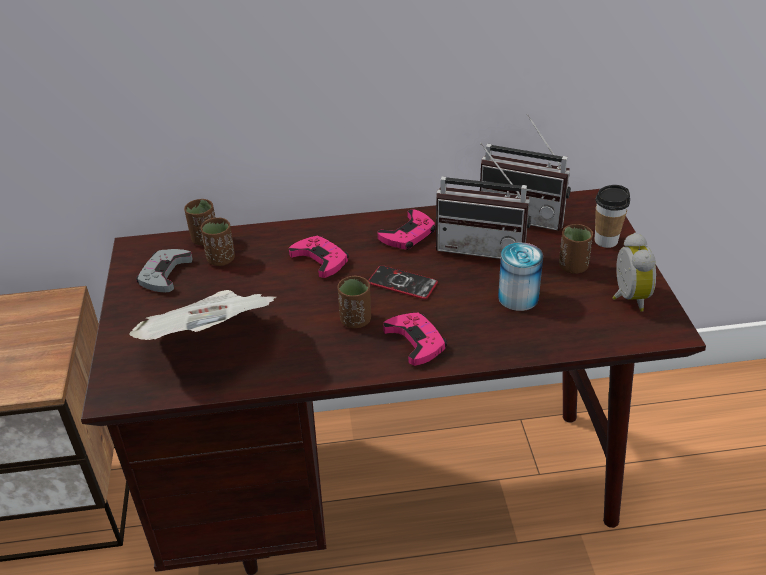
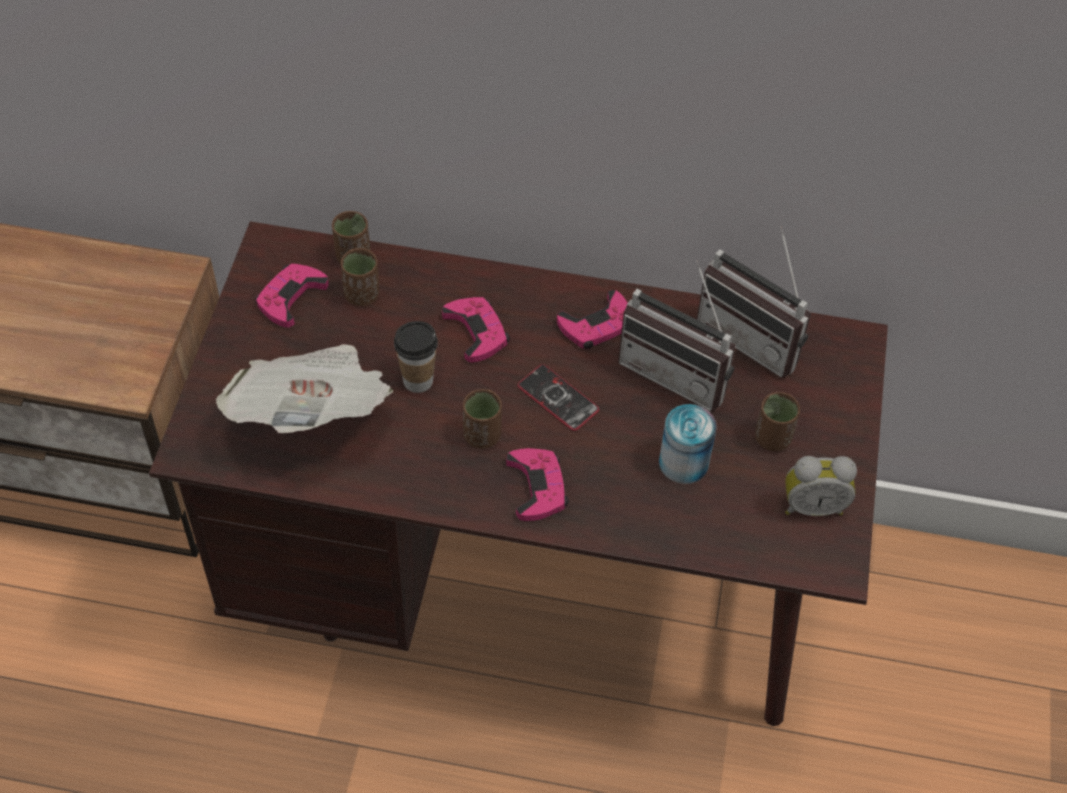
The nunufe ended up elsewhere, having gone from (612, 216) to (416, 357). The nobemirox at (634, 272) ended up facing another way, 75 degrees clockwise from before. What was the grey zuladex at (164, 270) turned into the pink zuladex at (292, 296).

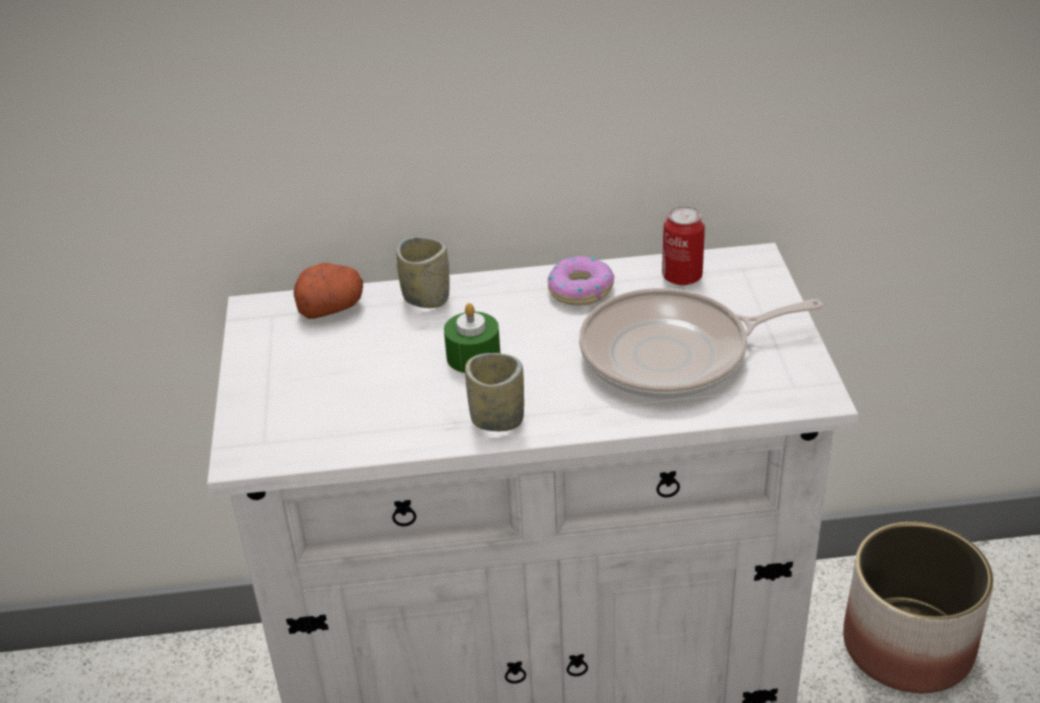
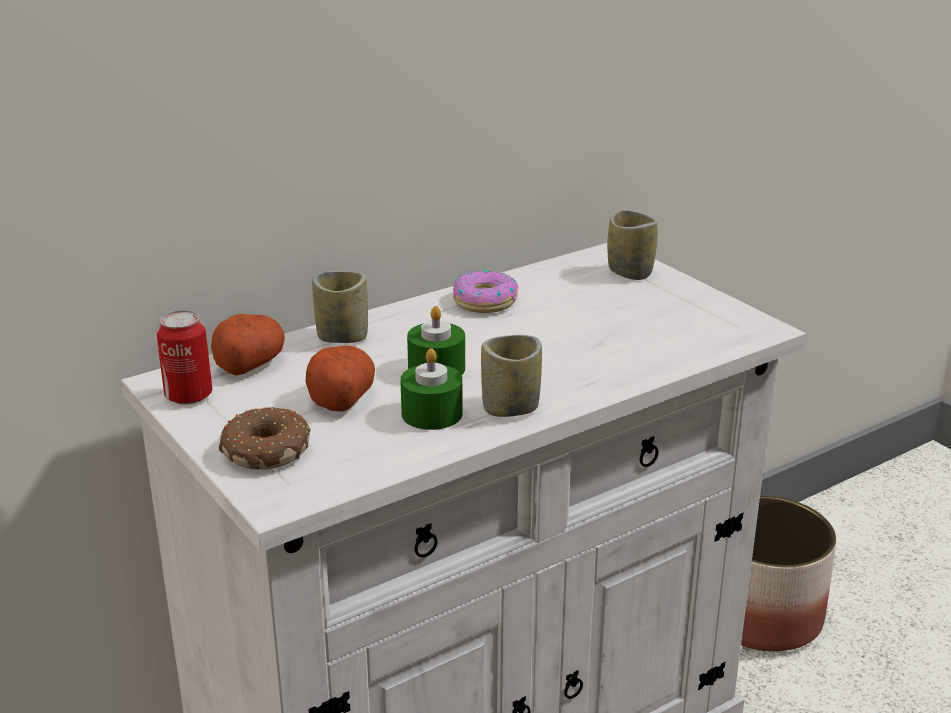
The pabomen ended up elsewhere, having gone from (683, 245) to (184, 357). The second view lost the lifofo at (701, 343). The second view gained the nunufe at (632, 245). The second view gained the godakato at (340, 378). The second view gained the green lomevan at (431, 389). The second view gained the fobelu at (265, 438).

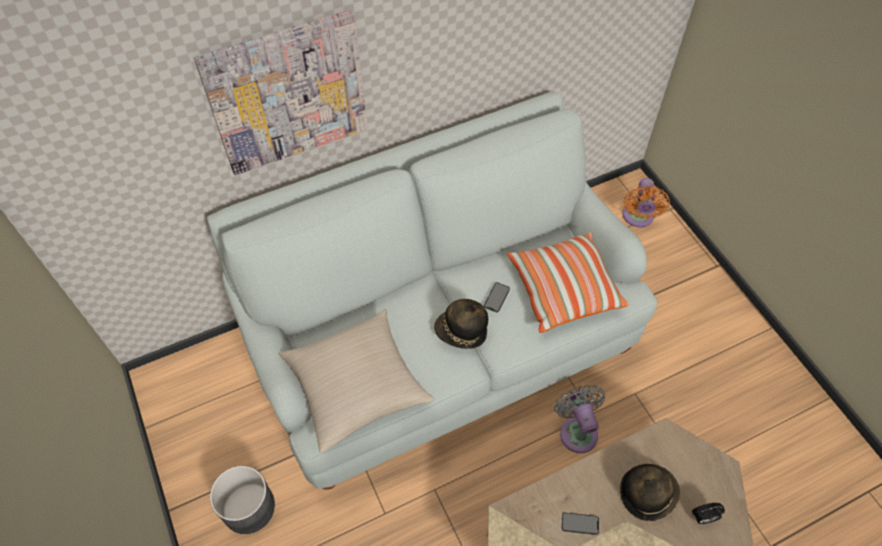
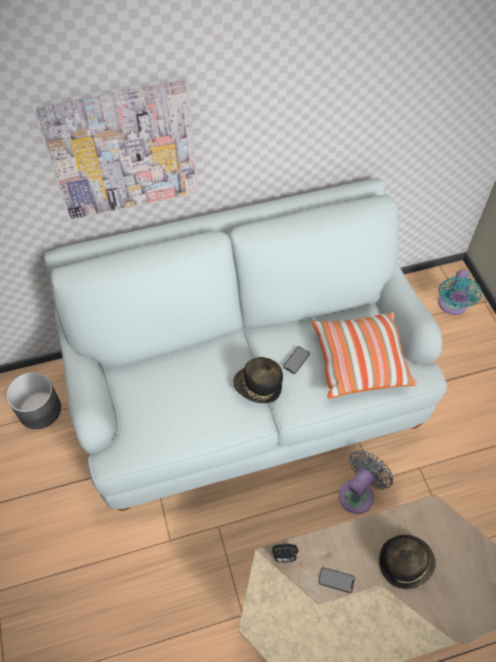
What was the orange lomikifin at (646, 202) turned into the turquoise lomikifin at (460, 292). The second view lost the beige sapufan at (357, 381). The grey lomikifin at (579, 419) ended up facing another way, 45 degrees clockwise from before. The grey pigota ended up elsewhere, having gone from (242, 500) to (33, 400). The nobemirox ended up elsewhere, having gone from (708, 513) to (285, 553).

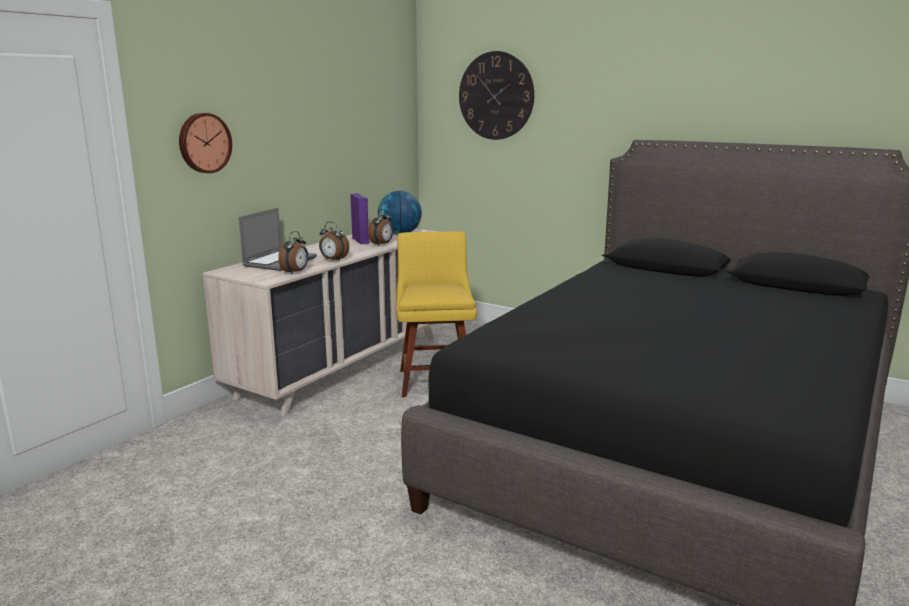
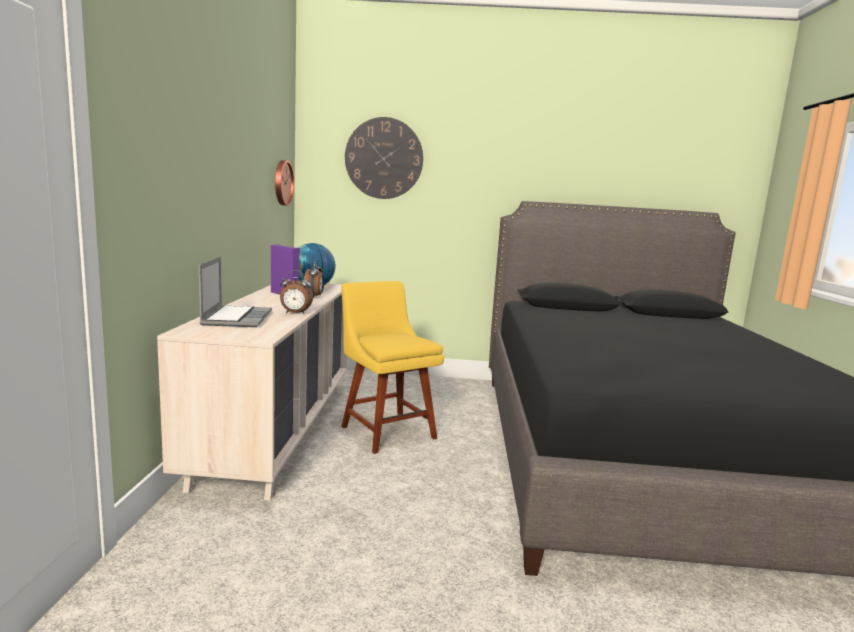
The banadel ended up elsewhere, having gone from (205, 143) to (284, 183). The second view lost the nobemirox at (293, 252).

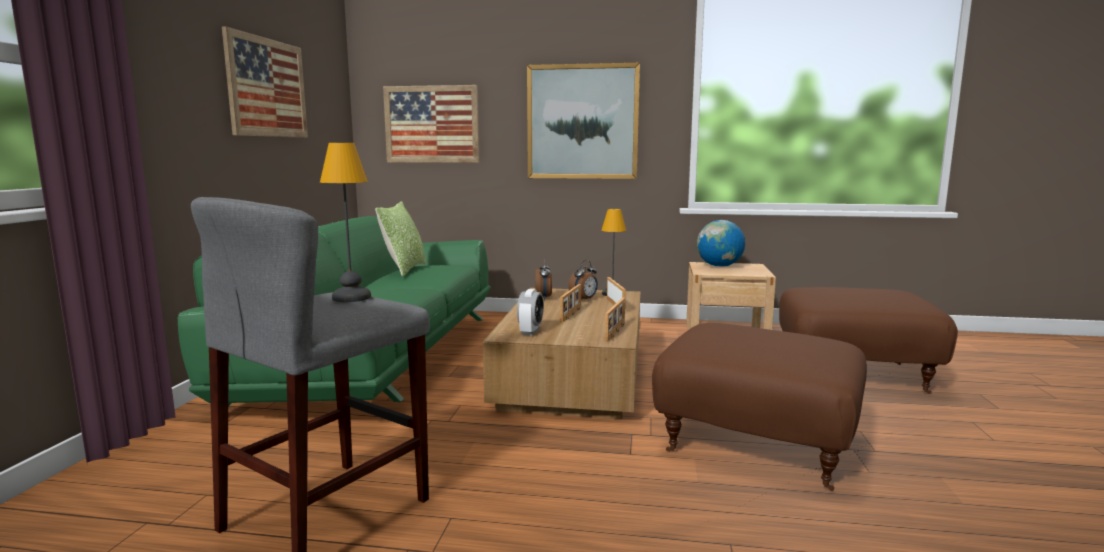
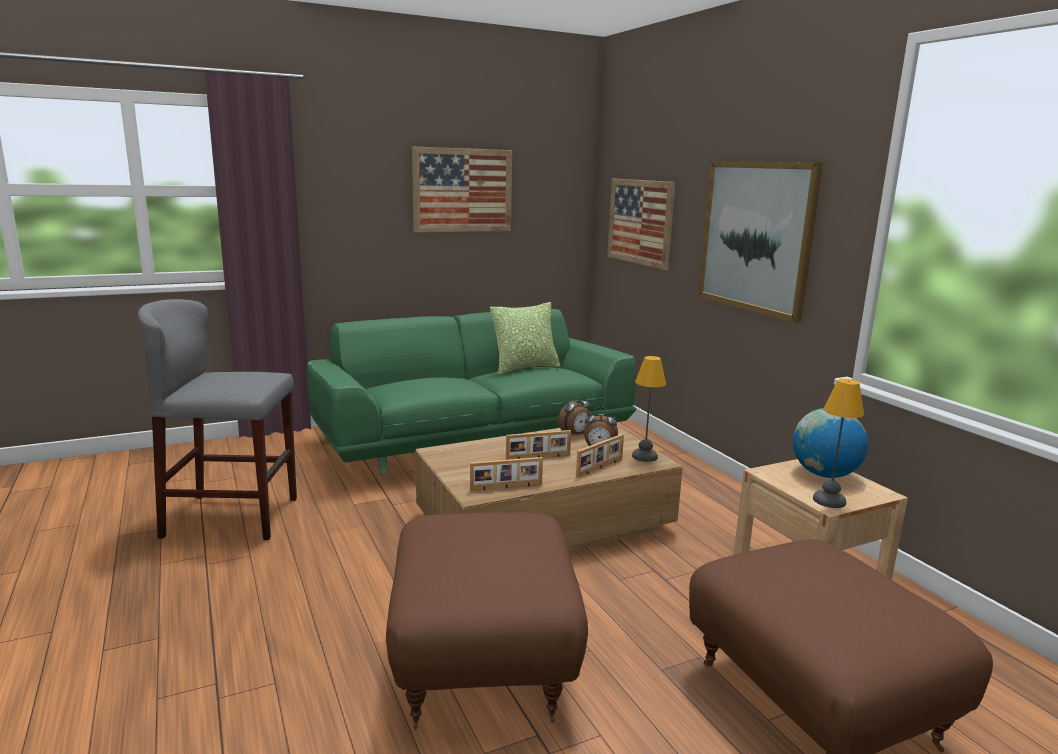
The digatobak ended up elsewhere, having gone from (345, 222) to (838, 443). The second view lost the nobemirox at (530, 312).

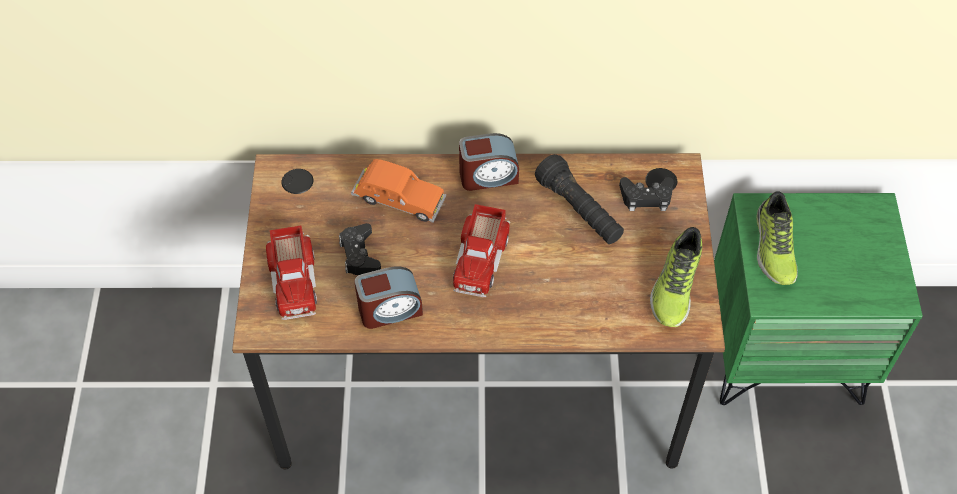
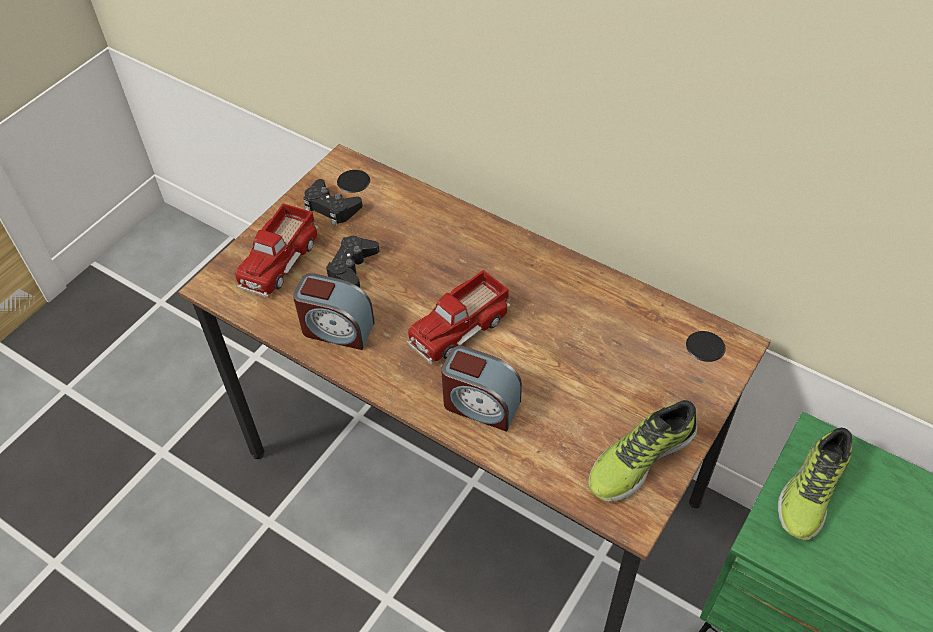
The nobemirox ended up elsewhere, having gone from (489, 162) to (481, 389). The second view lost the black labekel at (579, 199). The second view lost the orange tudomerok at (398, 191). The black zuladex ended up elsewhere, having gone from (646, 194) to (333, 202).

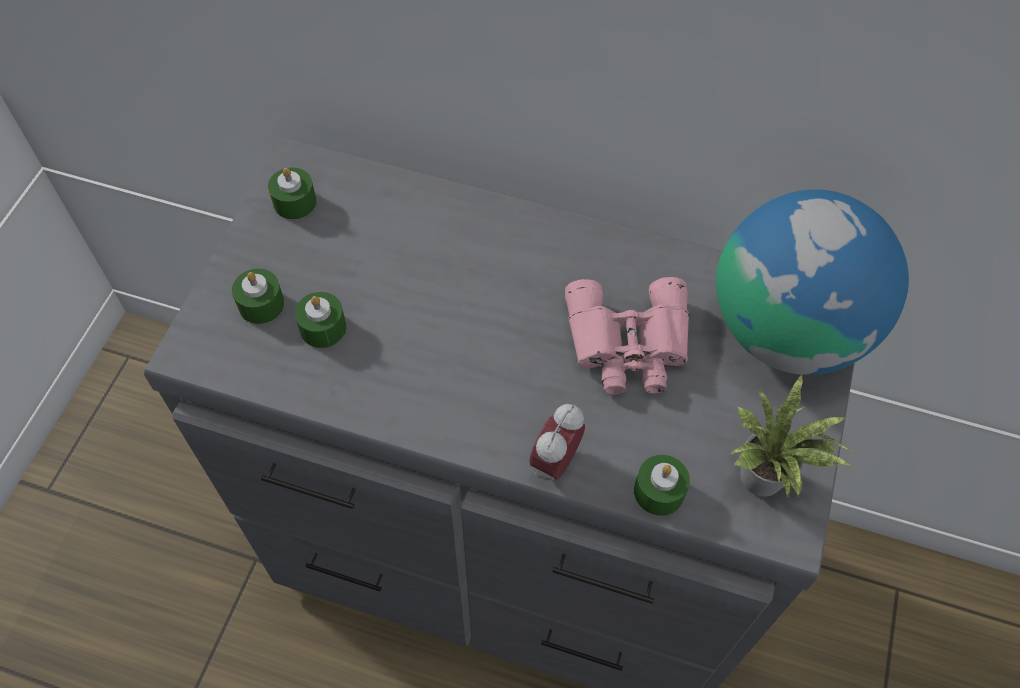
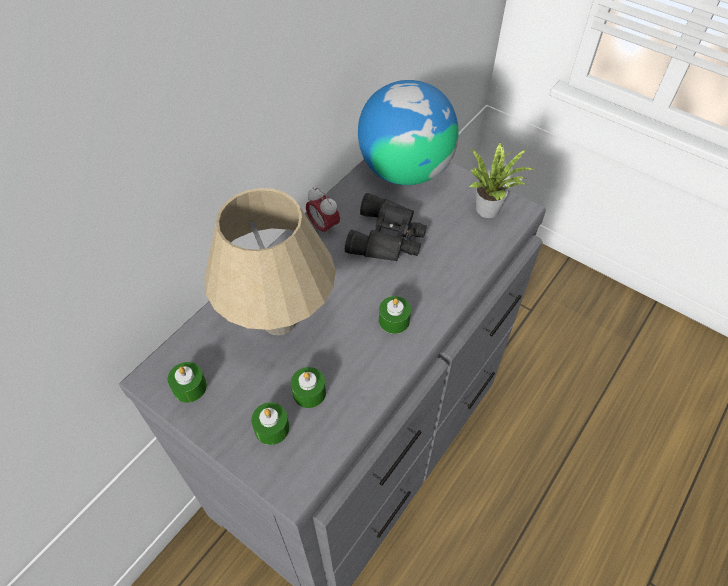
What was the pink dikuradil at (627, 336) turned into the black dikuradil at (386, 227). The nobemirox ended up elsewhere, having gone from (557, 442) to (323, 212). The green lomevan ended up elsewhere, having gone from (662, 485) to (395, 315). The second view gained the beige digatobak at (270, 261).

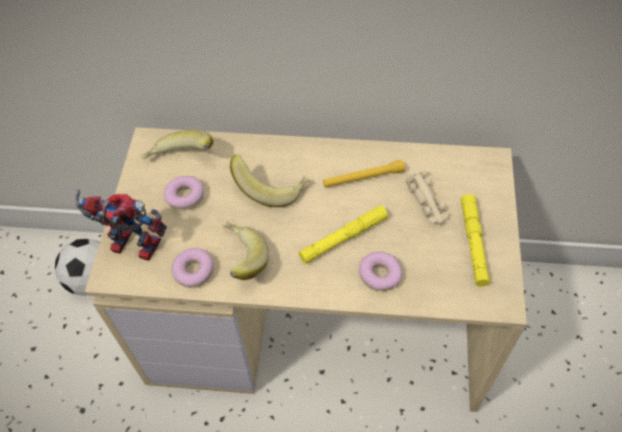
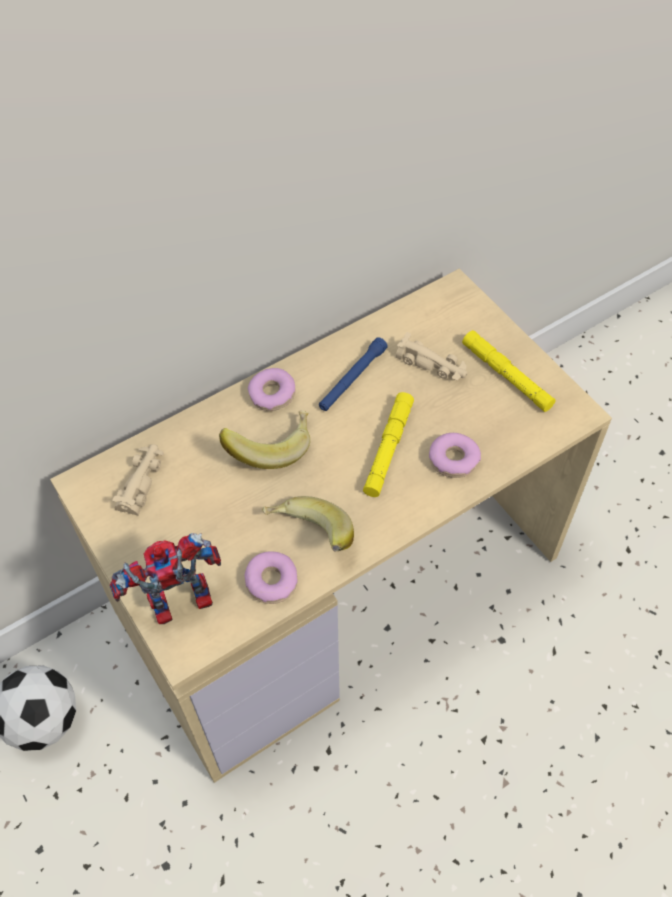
Where the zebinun stood at (177, 144), the beige tudomerok came to stand at (138, 480). What was the yellow labekel at (364, 174) turned into the blue labekel at (353, 374). The fobelu ended up elsewhere, having gone from (184, 193) to (272, 389).

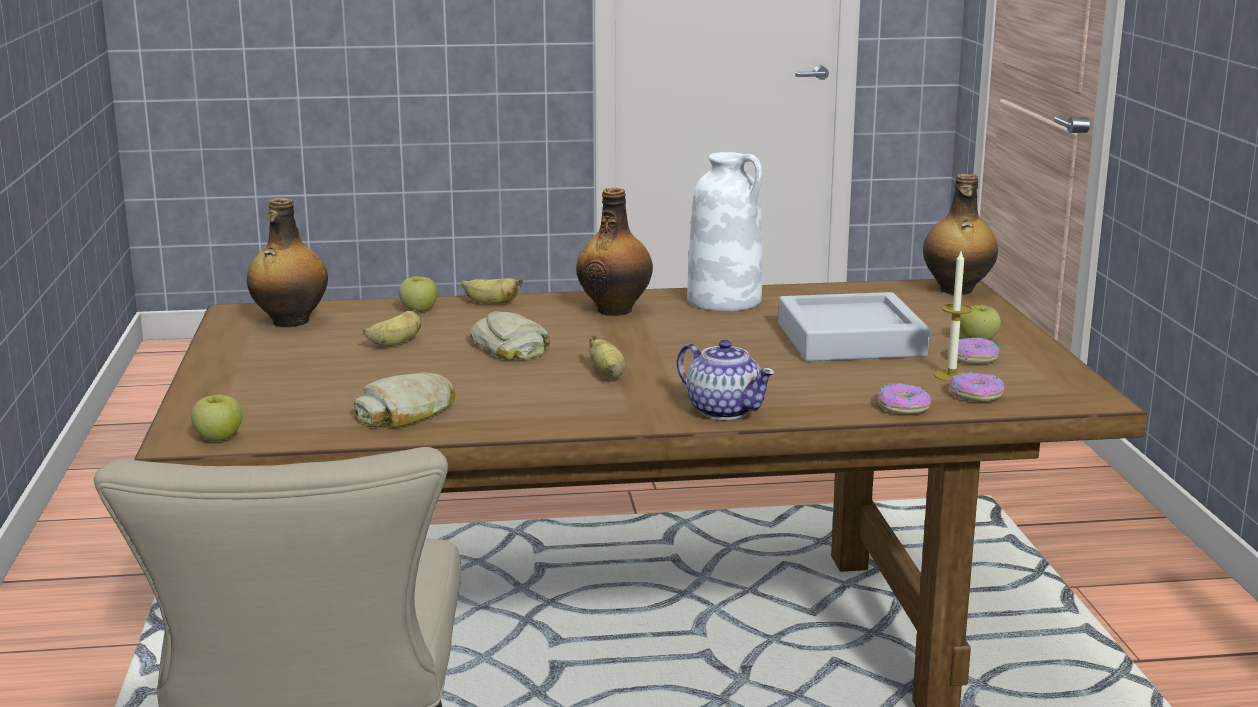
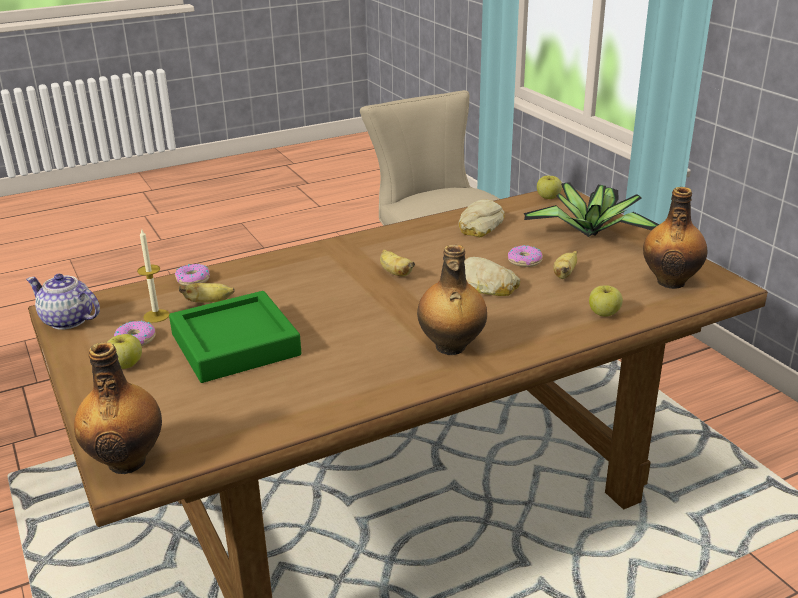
The second view lost the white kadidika at (724, 231). The zebinun ended up elsewhere, having gone from (492, 291) to (207, 293). What was the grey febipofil at (853, 327) turned into the green febipofil at (235, 337). The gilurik ended up elsewhere, having gone from (726, 380) to (63, 302). The fobelu ended up elsewhere, having gone from (977, 387) to (525, 256). The second view gained the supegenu at (591, 210).

